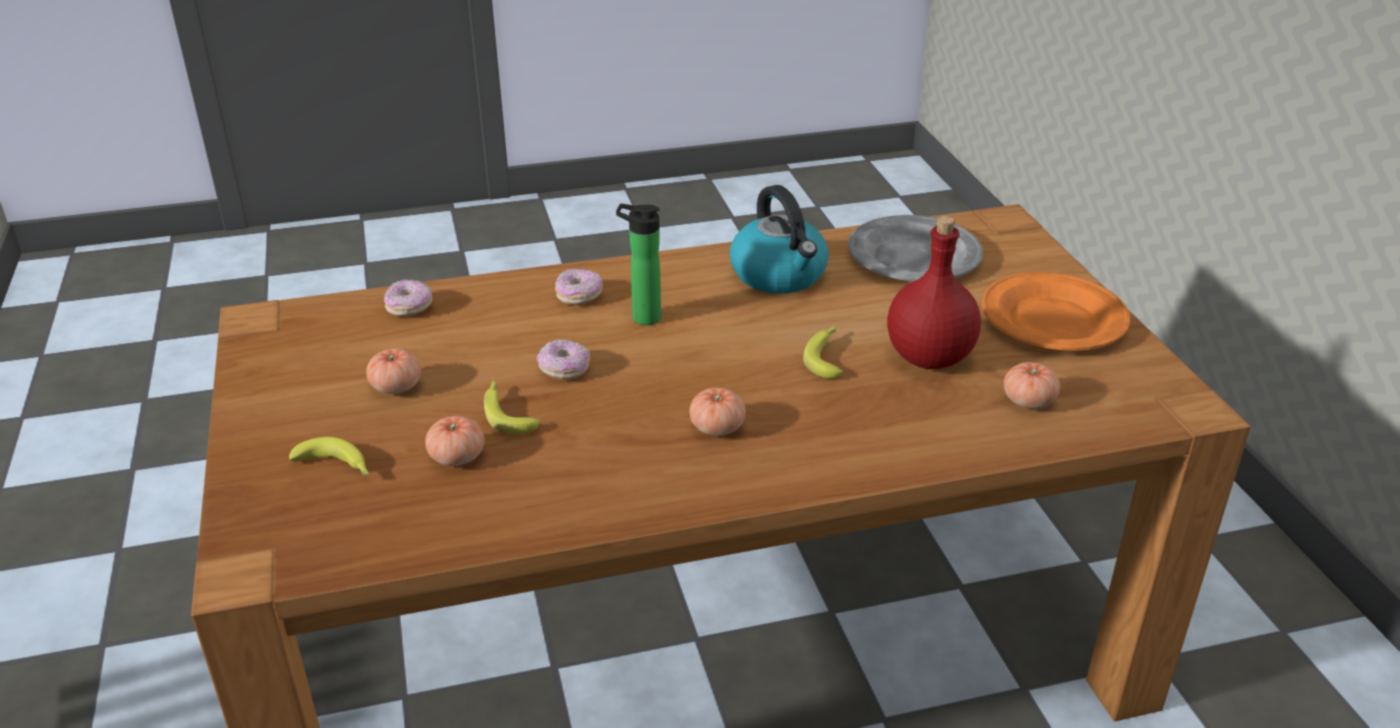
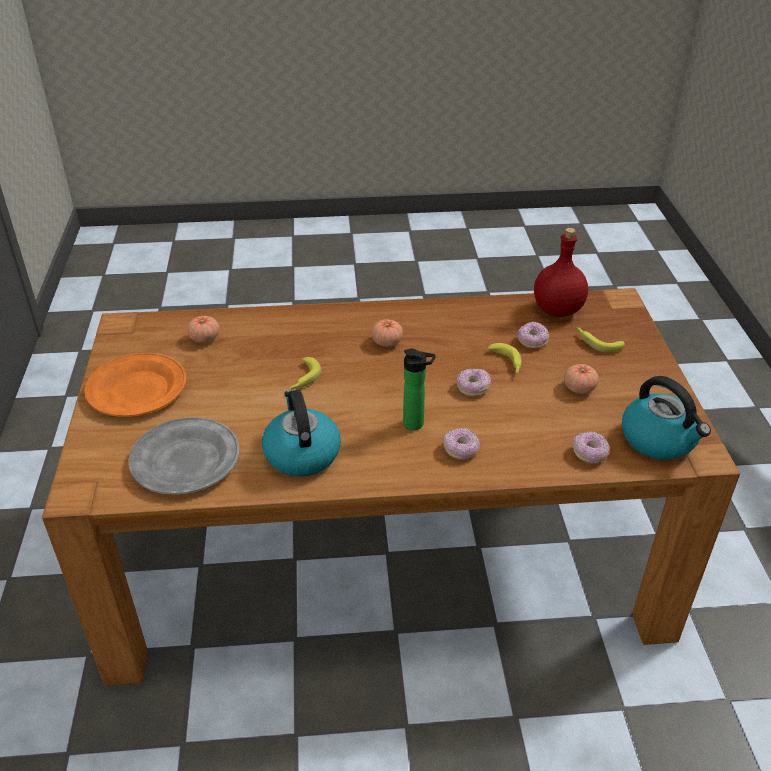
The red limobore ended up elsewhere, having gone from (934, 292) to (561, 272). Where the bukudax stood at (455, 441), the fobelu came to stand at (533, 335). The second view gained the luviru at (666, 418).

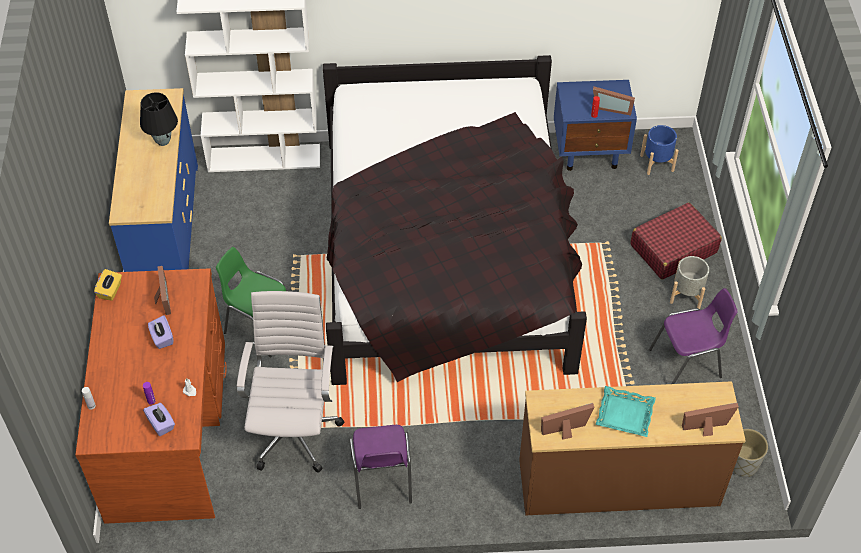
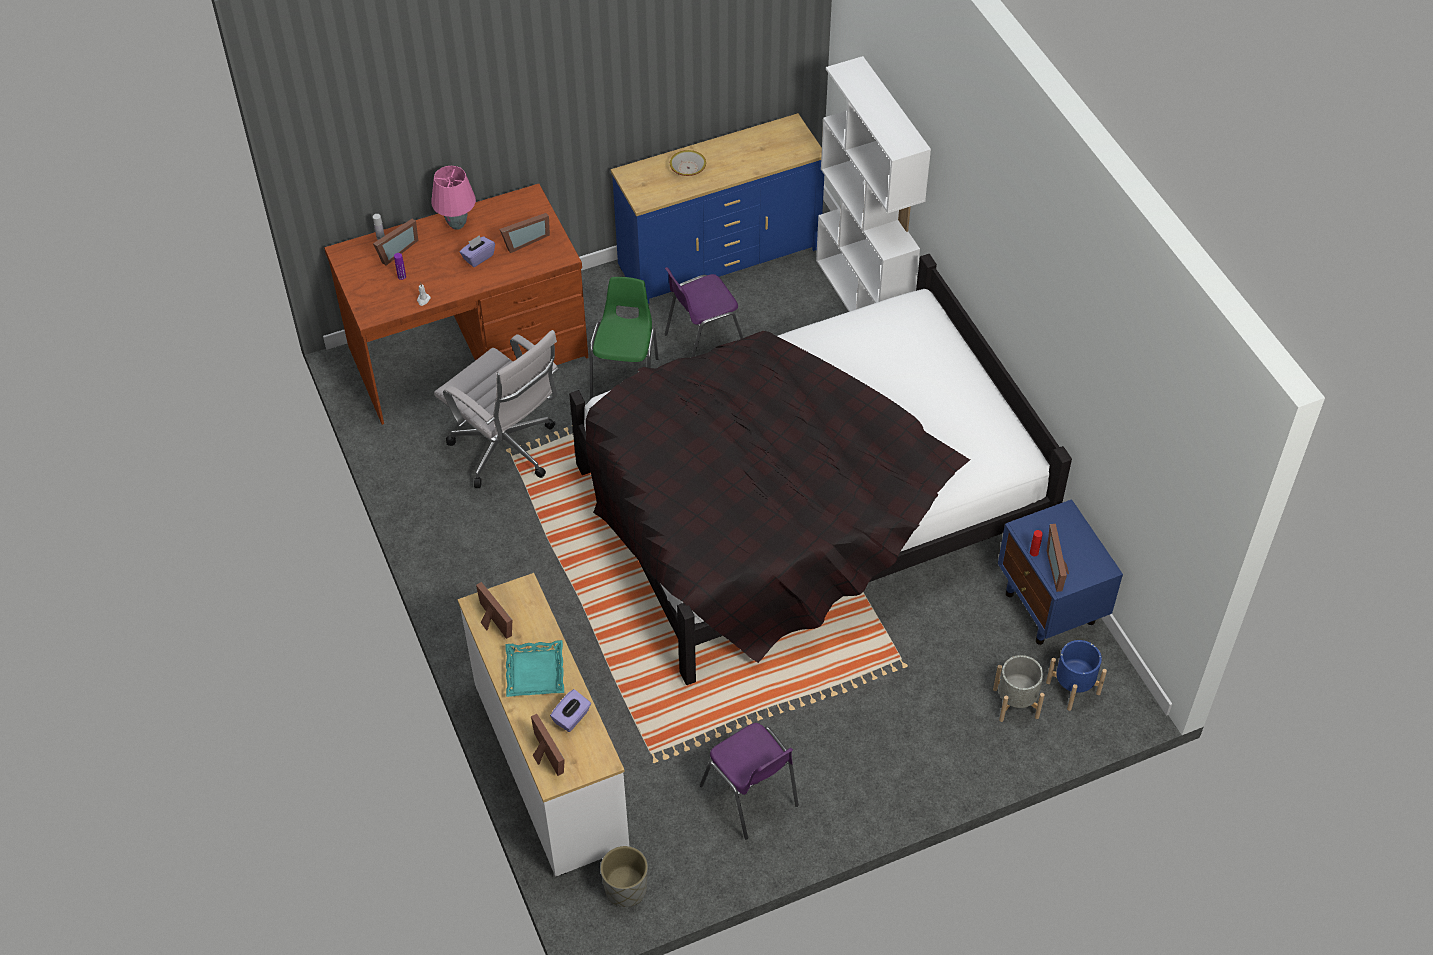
The second view lost the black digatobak at (159, 119). The second view lost the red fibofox at (676, 241). The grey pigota ended up elsewhere, having gone from (689, 282) to (1019, 688). The second view lost the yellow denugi at (108, 285). The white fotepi at (290, 382) ended up facing another way, 60 degrees clockwise from before. What was the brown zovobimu at (632, 448) turned into the white zovobimu at (543, 725). The purple denugi ended up elsewhere, having gone from (159, 419) to (570, 710). The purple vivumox ended up elsewhere, having gone from (381, 467) to (704, 312). The second view gained the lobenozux at (688, 163). The second view gained the pink digatobak at (453, 198). The second view gained the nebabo at (395, 242).

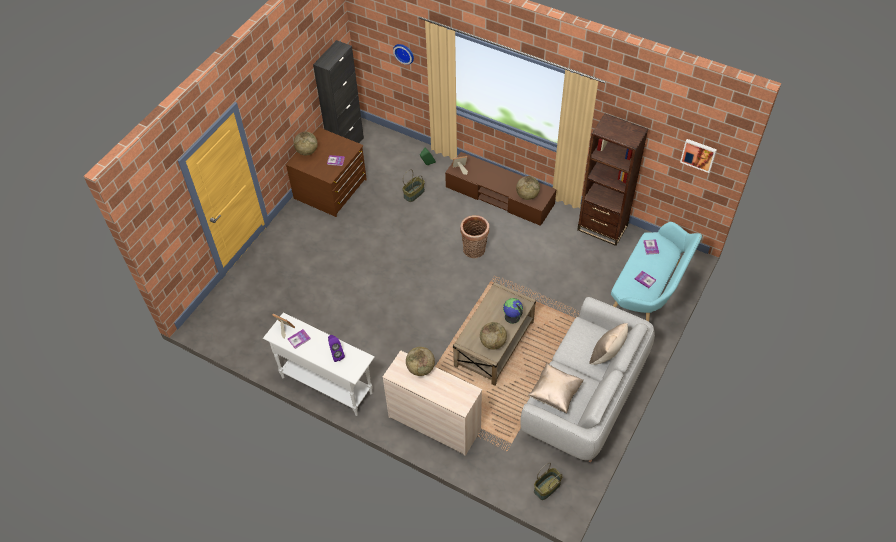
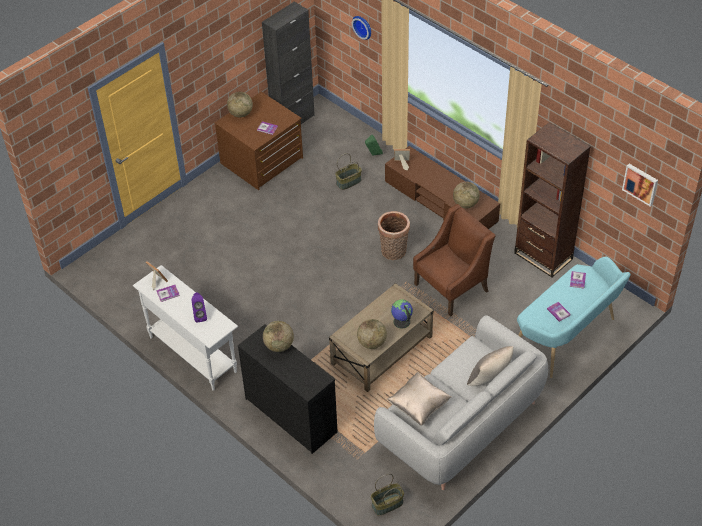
What was the beige zovobimu at (432, 403) turned into the black zovobimu at (288, 389). The second view gained the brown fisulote at (454, 260).

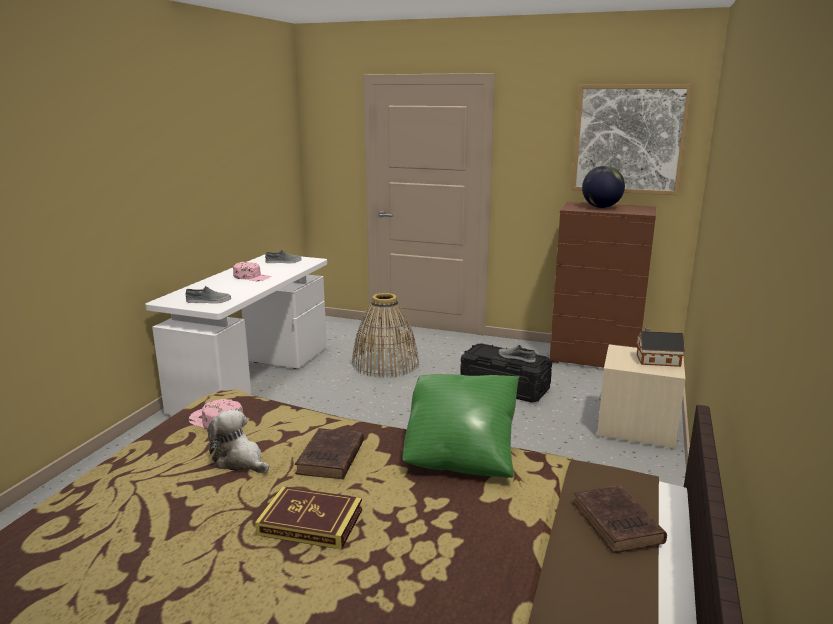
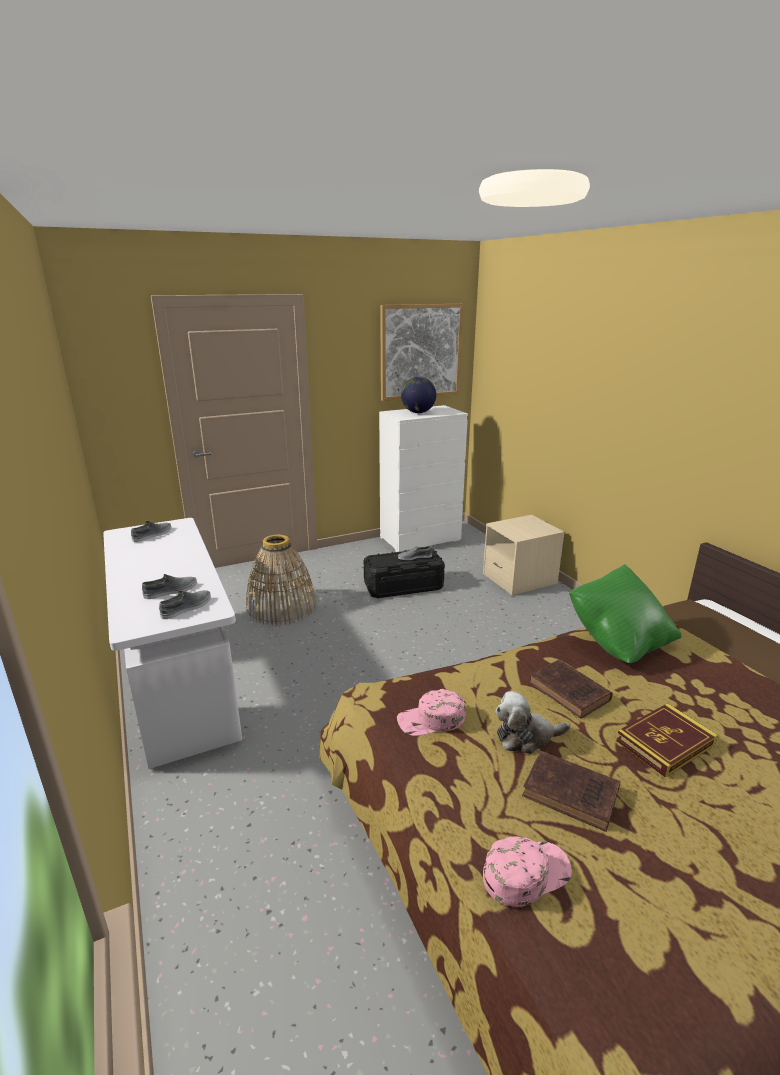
What was the brown zovobimu at (603, 285) turned into the white zovobimu at (423, 478). The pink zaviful ended up elsewhere, having gone from (252, 271) to (527, 871). The second view lost the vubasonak at (660, 347). The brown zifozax ended up elsewhere, having gone from (619, 519) to (571, 791). The second view gained the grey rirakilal at (169, 586).

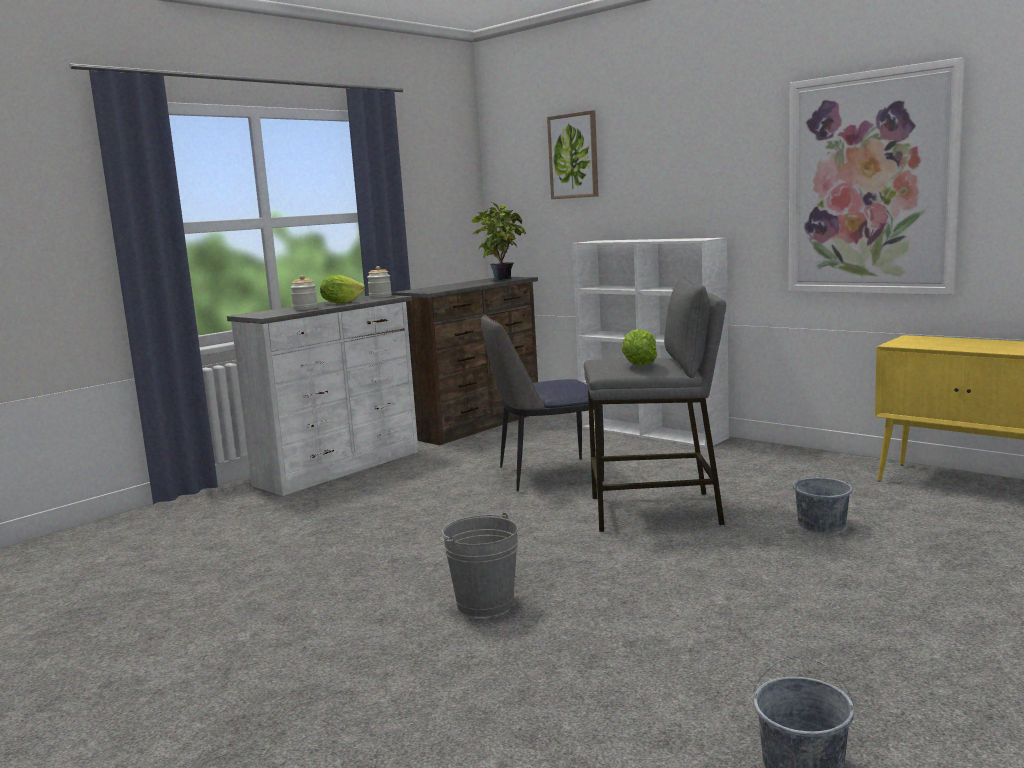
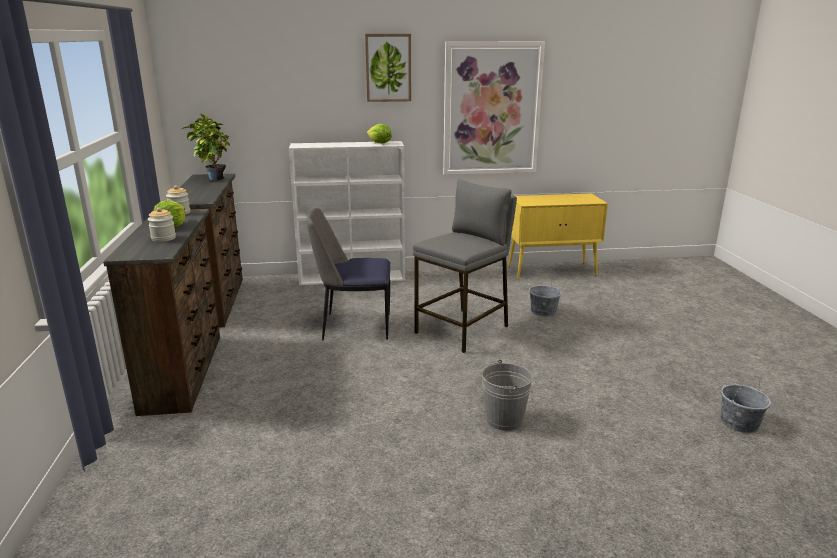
The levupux ended up elsewhere, having gone from (573, 154) to (388, 68). What was the white zovobimu at (323, 395) turned into the brown zovobimu at (161, 312). The vivumox at (542, 403) ended up facing another way, 60 degrees clockwise from before. The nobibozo ended up elsewhere, having gone from (639, 347) to (379, 133).

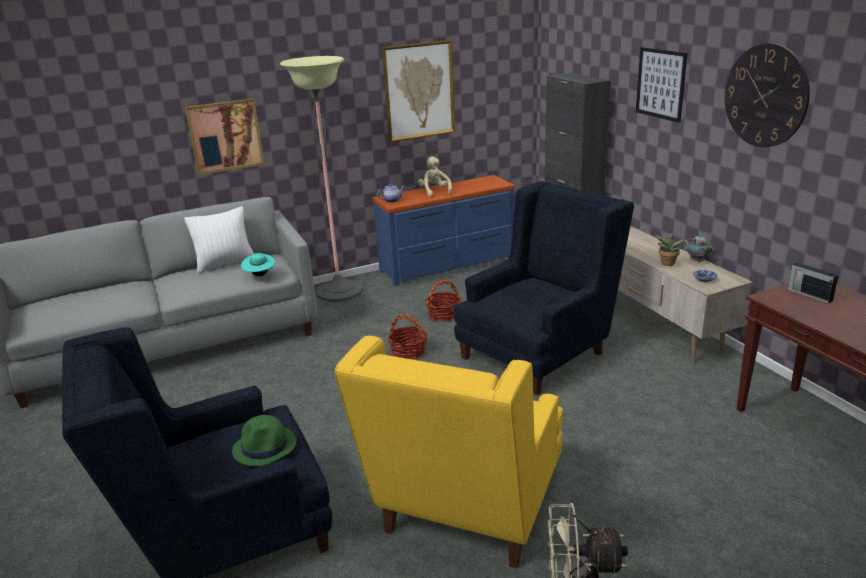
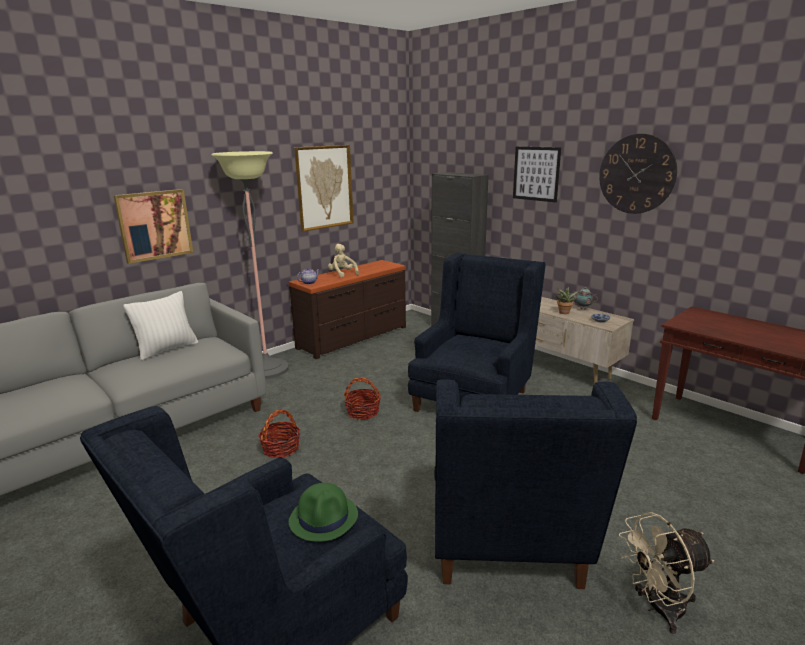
What was the blue zovobimu at (443, 230) turned into the brown zovobimu at (347, 309). The second view lost the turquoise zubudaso at (258, 264). The second view lost the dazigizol at (813, 283). The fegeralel ended up elsewhere, having gone from (443, 301) to (279, 433). What was the yellow fisulote at (449, 452) turned into the blue fisulote at (536, 484).

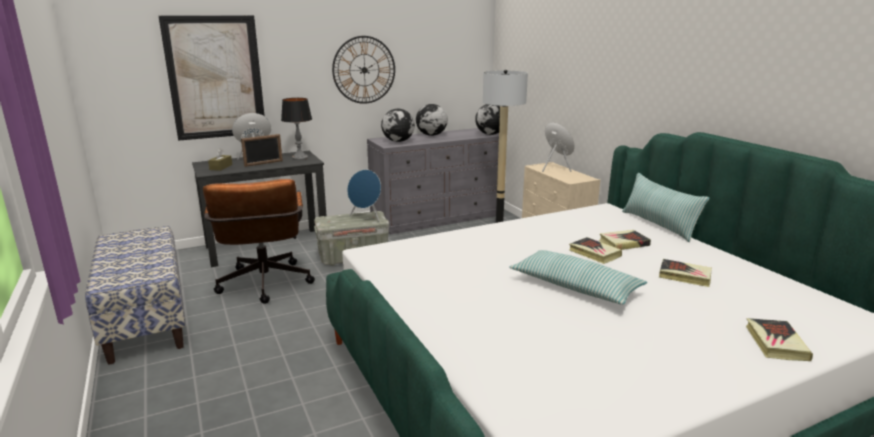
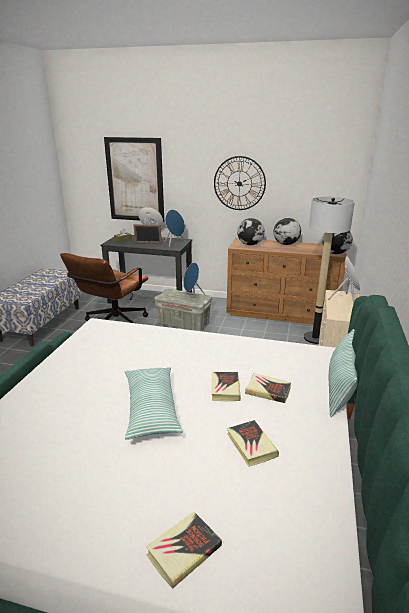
Where the digatobak stood at (296, 129), the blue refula came to stand at (174, 228). What was the grey zovobimu at (433, 181) turned into the brown zovobimu at (286, 281).

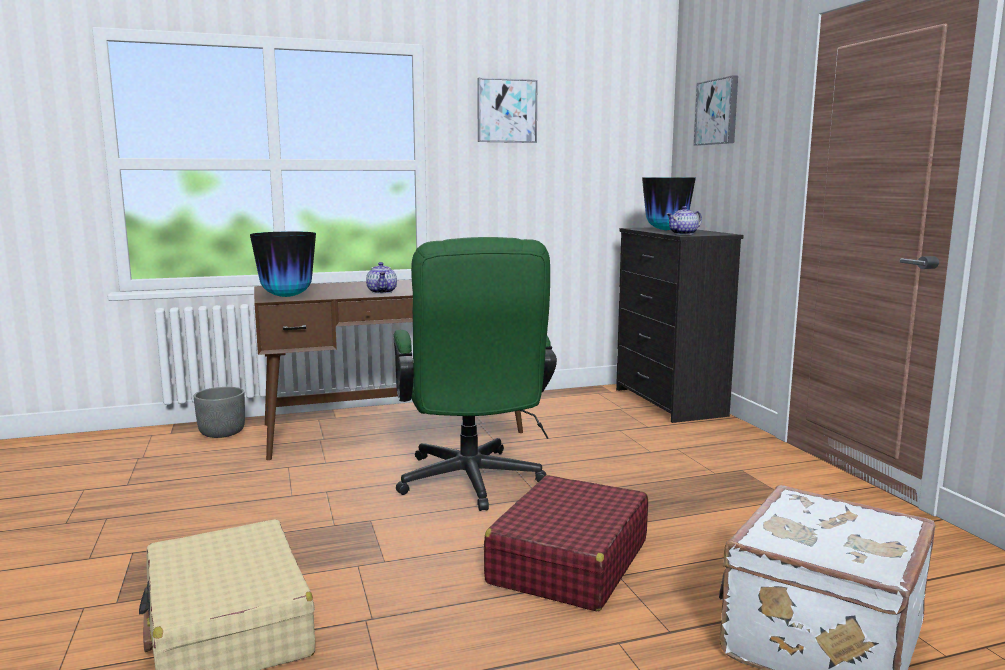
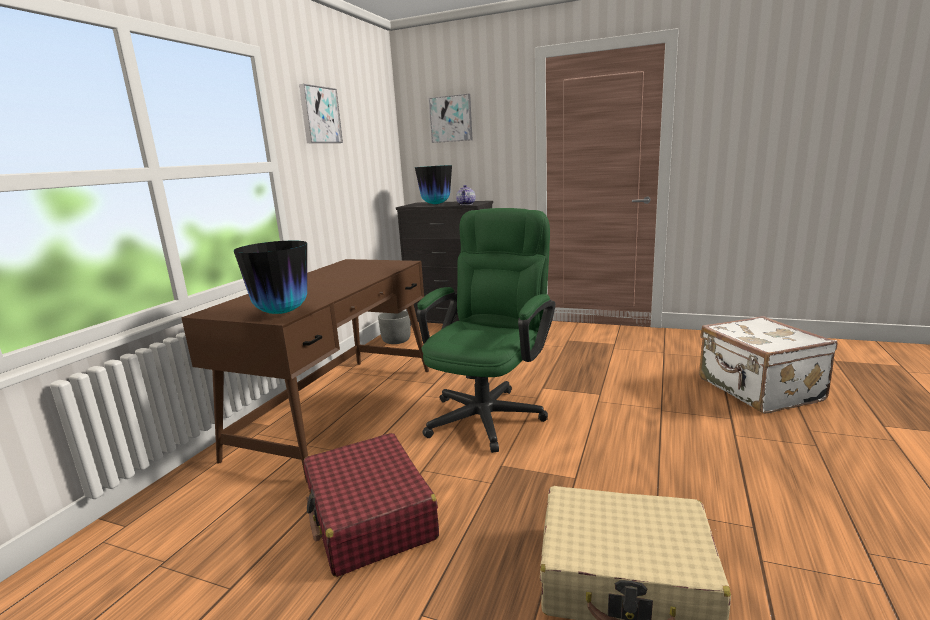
The green fotepi at (475, 374) ended up facing another way, 90 degrees counterclockwise from before. The second view lost the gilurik at (381, 278). The grey pigota ended up elsewhere, having gone from (219, 412) to (394, 327). The red fibofox ended up elsewhere, having gone from (566, 543) to (371, 505).

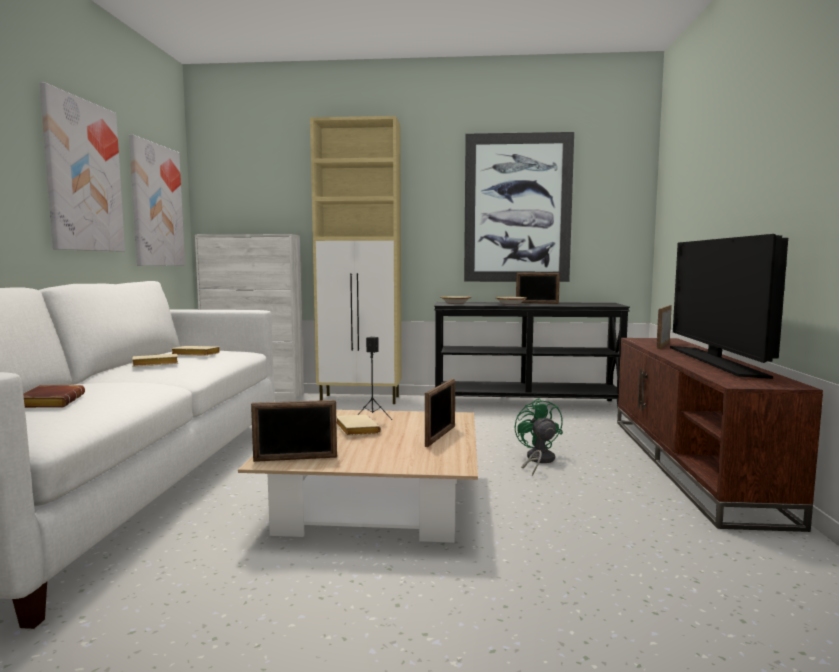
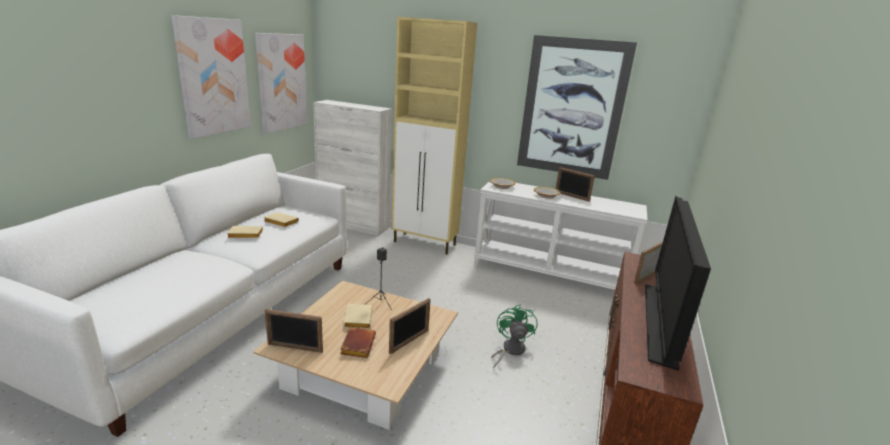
What was the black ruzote at (532, 354) turned into the white ruzote at (560, 235). The brown zifozax ended up elsewhere, having gone from (54, 396) to (358, 342).

